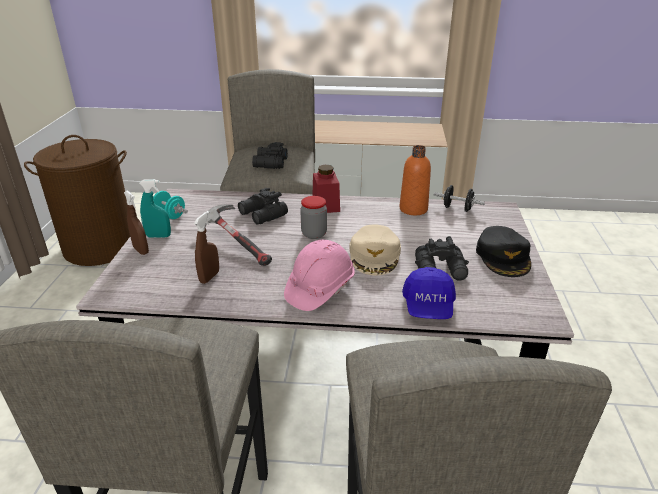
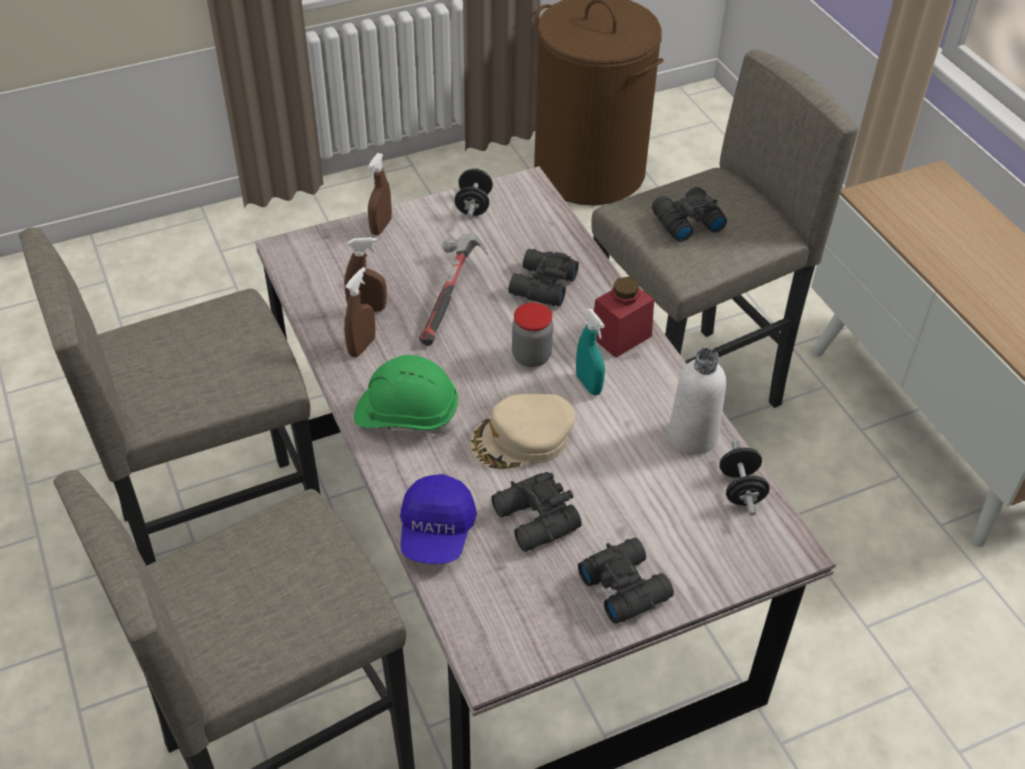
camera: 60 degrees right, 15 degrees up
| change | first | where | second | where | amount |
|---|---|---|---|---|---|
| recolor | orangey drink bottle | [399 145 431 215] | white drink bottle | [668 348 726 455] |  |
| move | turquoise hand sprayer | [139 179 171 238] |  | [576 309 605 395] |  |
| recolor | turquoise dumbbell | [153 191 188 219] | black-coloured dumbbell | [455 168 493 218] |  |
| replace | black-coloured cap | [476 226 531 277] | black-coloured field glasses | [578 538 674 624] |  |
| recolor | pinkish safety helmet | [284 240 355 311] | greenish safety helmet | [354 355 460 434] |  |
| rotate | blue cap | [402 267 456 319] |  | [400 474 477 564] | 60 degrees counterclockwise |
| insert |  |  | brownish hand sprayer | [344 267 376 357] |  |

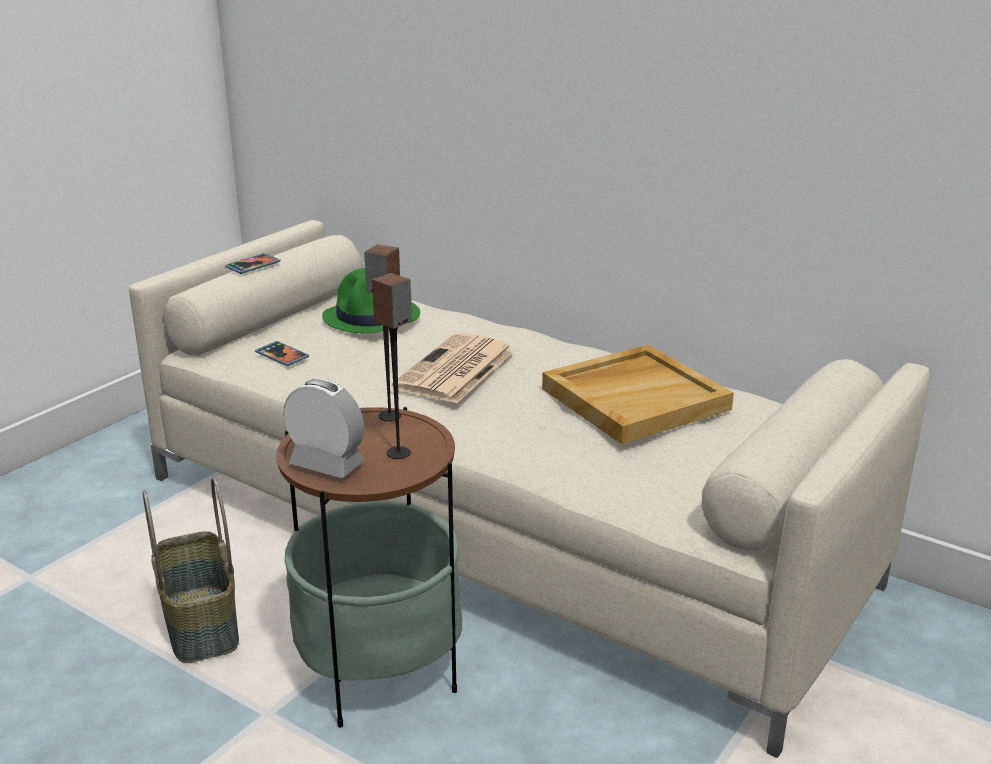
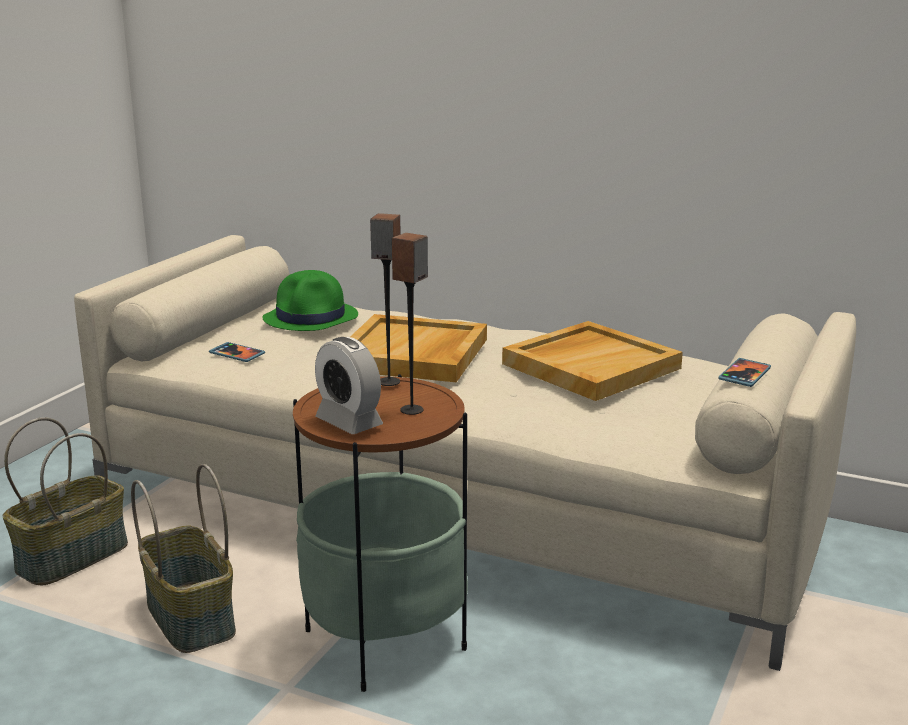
camera: 10 degrees left, 5 degrees down
| change | first | where | second | where | amount |
|---|---|---|---|---|---|
| move | telephone | [225 253 281 274] |  | [718 358 771 387] |  |
| replace | daily paper | [392 333 514 404] | sand-coloured serving tray | [350 314 487 382] |  |
| rotate | bedside clock | [284 379 364 478] |  | [315 337 383 434] | 150 degrees counterclockwise |
| insert |  |  | storage basket | [3 417 128 585] |  |

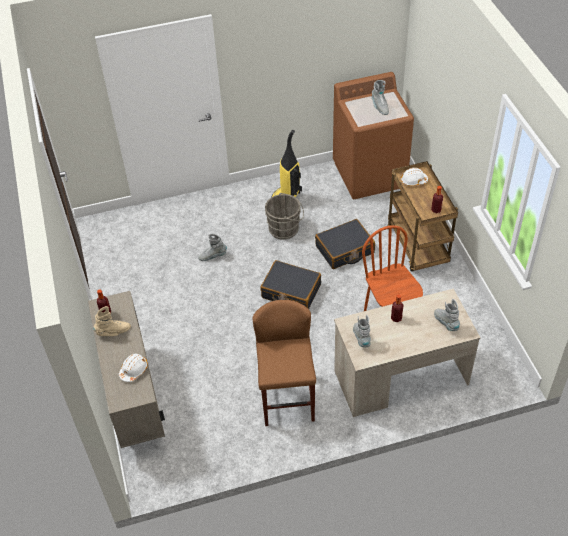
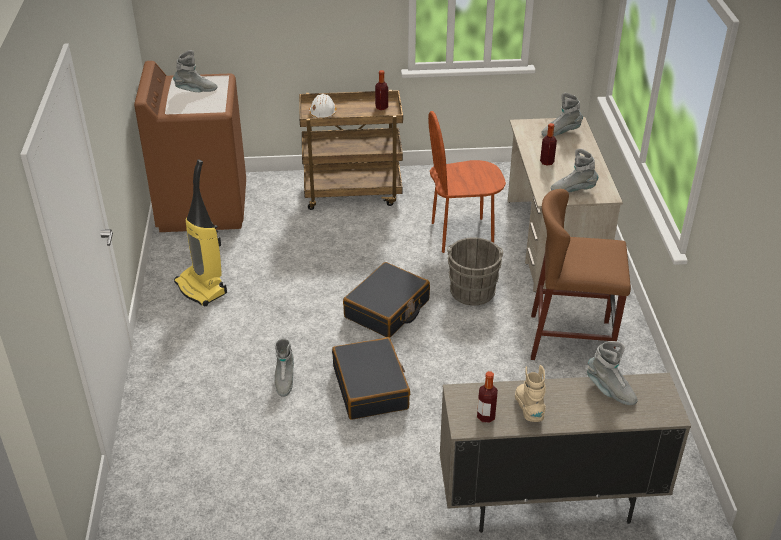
camera: 80 degrees left, 10 degrees down
| change | first | where | second | where | amount |
|---|---|---|---|---|---|
| move | greyish pail | [265 193 304 240] |  | [447 237 503 306] |  |
| move | black-coloured suitcase | [315 219 375 269] |  | [332 337 410 420] |  |
| replace | white safety helmet | [119 354 148 382] | greyish tall boot | [587 341 637 405] |  |

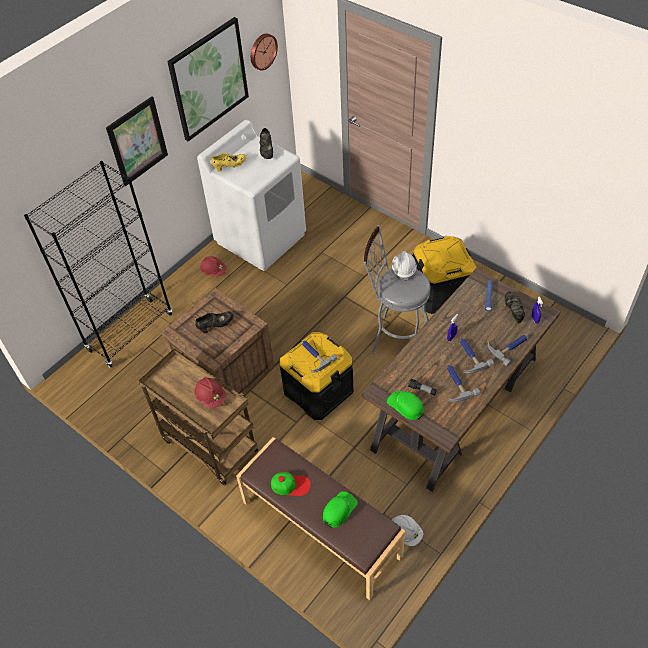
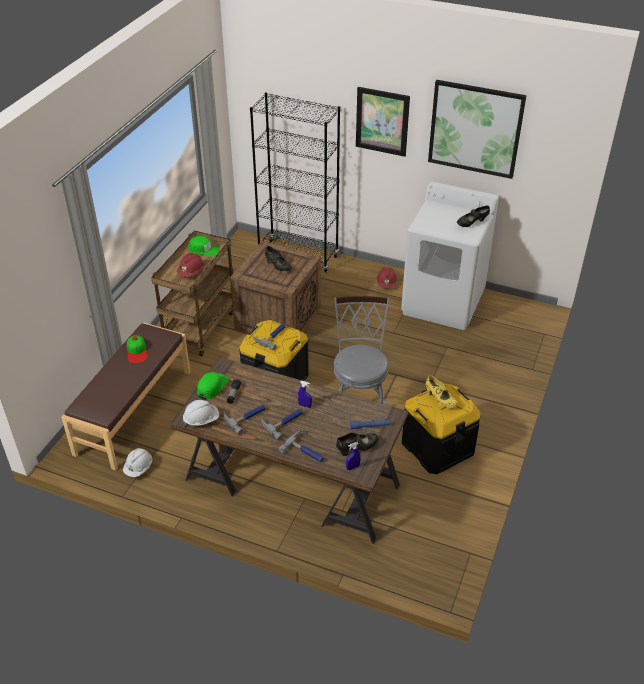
camera: 70 degrees right, 10 degrees down
| change | first | where | second | where | amount |
|---|---|---|---|---|---|
| delete | clock on the wall | [251 33 278 70] |  |  |  |
| move | yellowish item of footwear | [211 153 247 172] |  | [426 376 458 408] |  |
| move | white safety helmet | [392 251 417 281] |  | [183 400 219 426] |  |
| move | greenish cap | [323 491 358 528] |  | [188 236 220 257] |  |

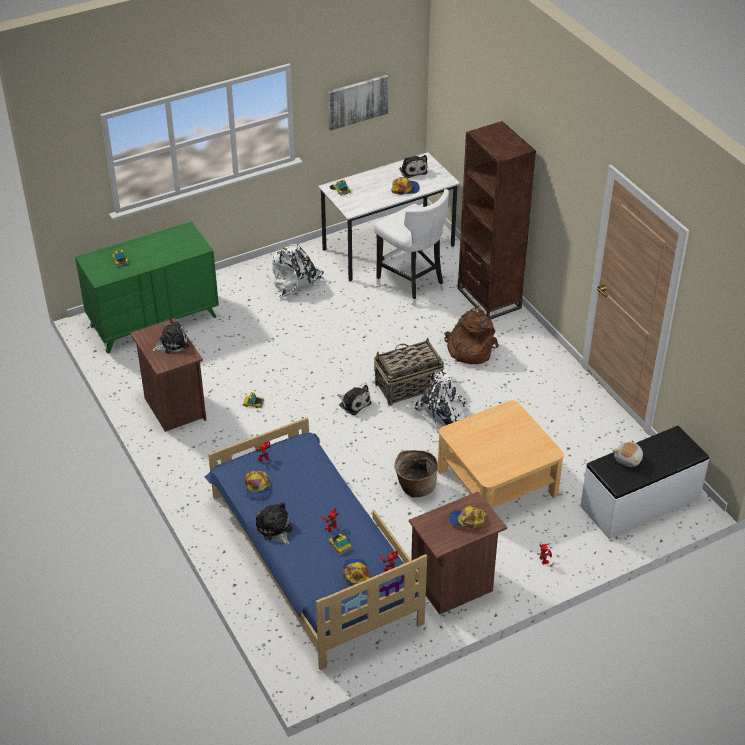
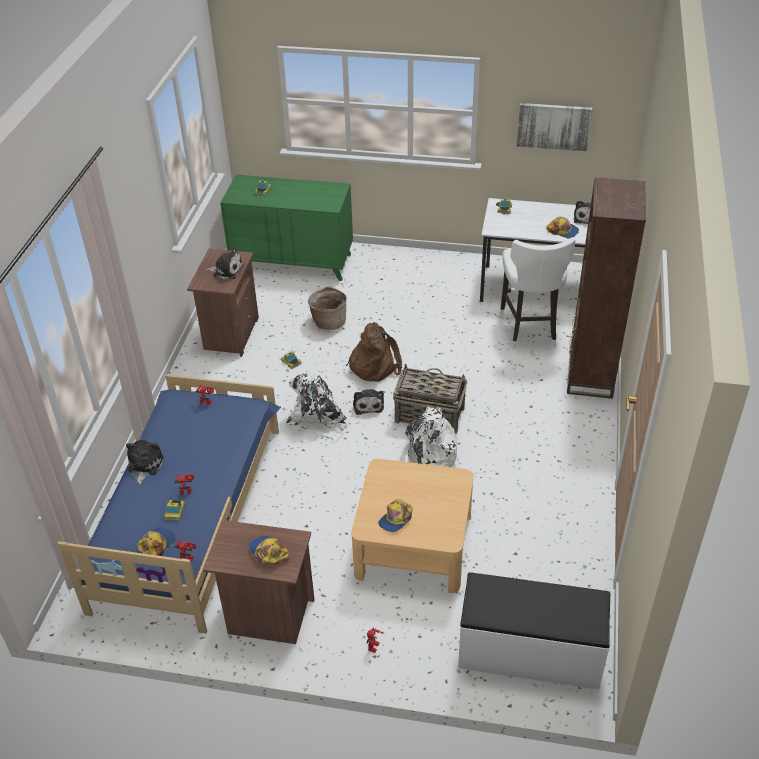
camera: 40 degrees right, 0 degrees up
| change | first | where | second | where | amount |
|---|---|---|---|---|---|
| move | white backpack | [272 244 327 298] |  | [286 373 347 442] |  |
| move | brownish backpack | [444 308 499 364] |  | [346 322 402 382] |  |
| delete | plush toy | [613 442 643 467] |  |  |  |
| move | storage basket | [394 450 438 498] |  | [308 286 347 330] |  |
| move | cap | [245 471 270 499] |  | [378 499 412 532] |  |

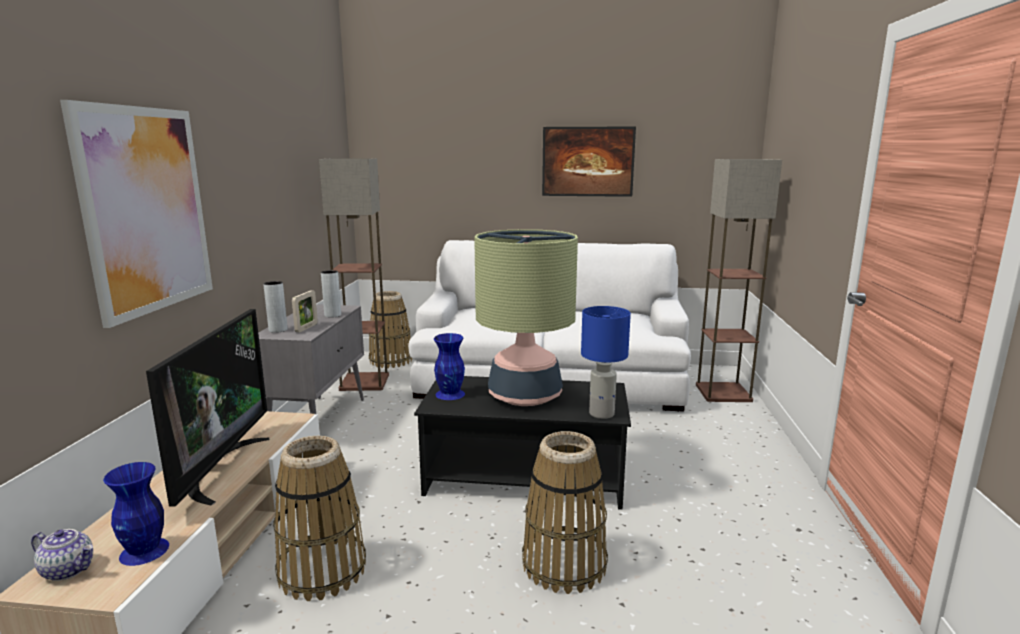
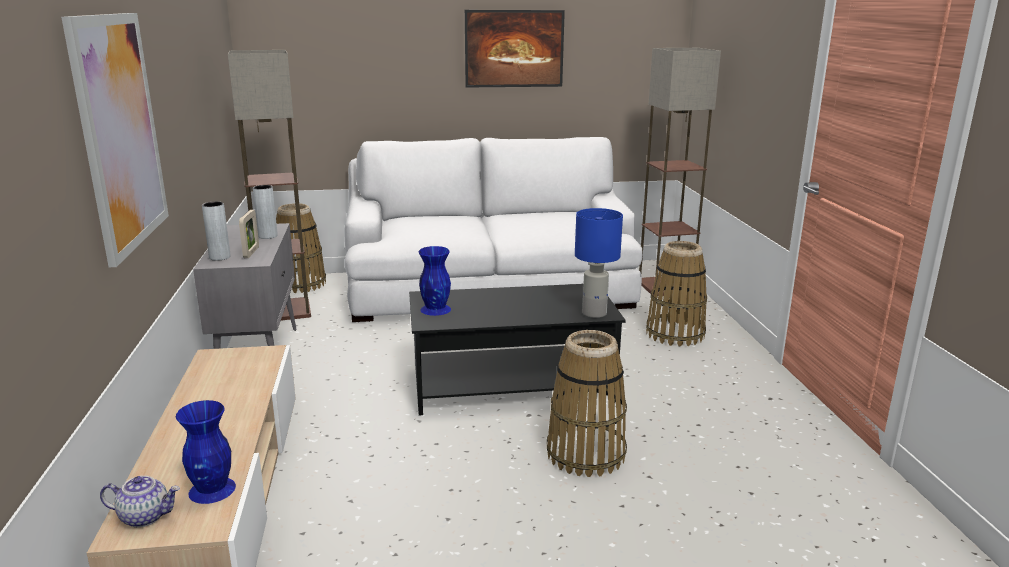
camera: 15 degrees left, 5 degrees up
| change | first | where | second | where | amount |
|---|---|---|---|---|---|
| delete | table lamp | [474 229 578 406] |  |  |  |
| delete | television | [146 309 270 506] |  |  |  |
| move | storage basket | [273 436 366 601] |  | [646 241 707 347] |  |

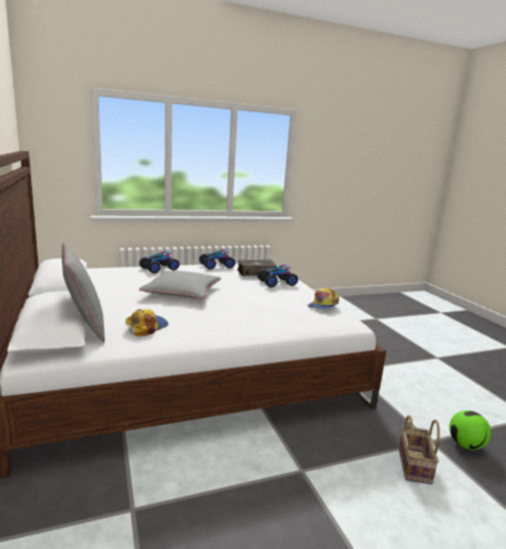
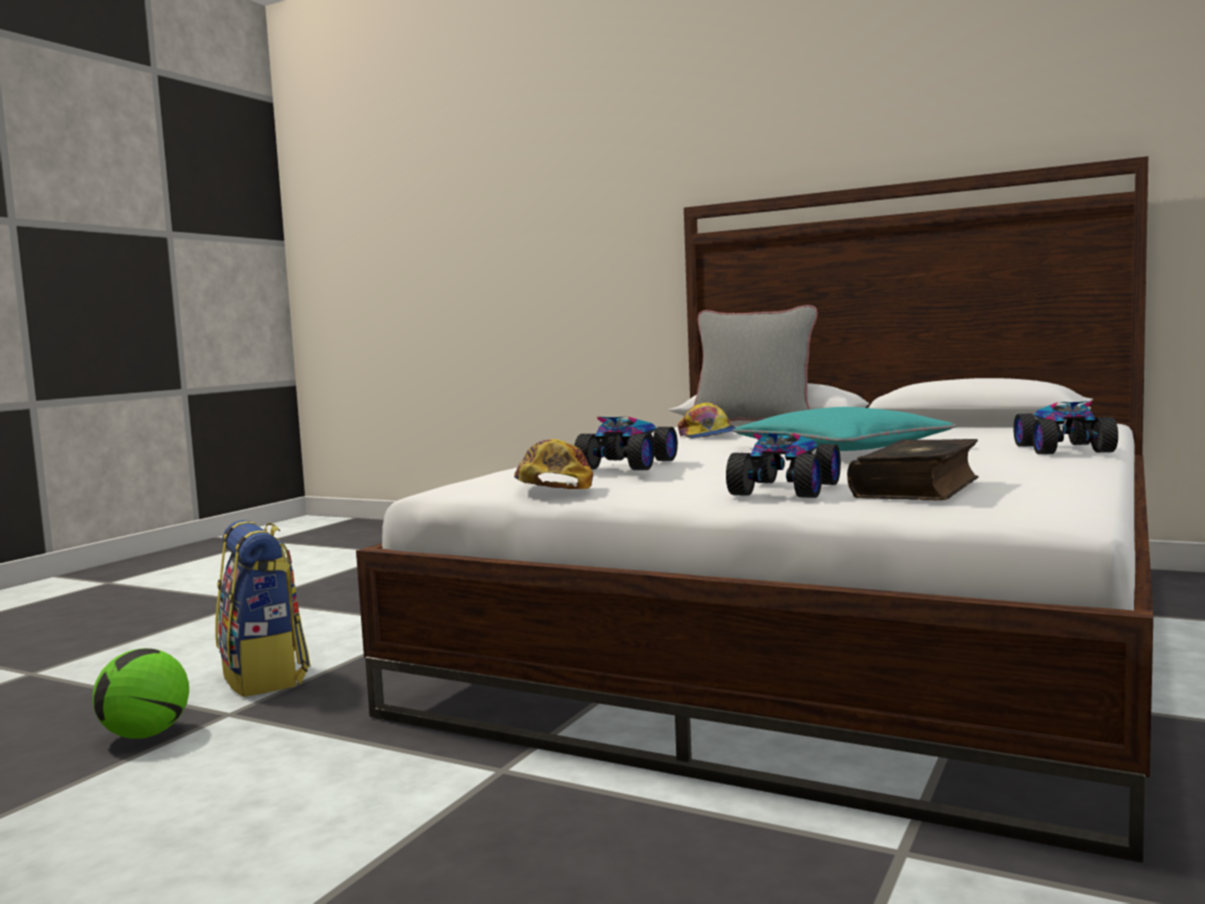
camera: 140 degrees right, 10 degrees down
| change | first | where | second | where | amount |
|---|---|---|---|---|---|
| move | miniature car | [199 250 235 270] |  | [574 416 678 470] |  |
| recolor | greyish pillow | [139 271 221 299] | turquoise pillow | [733 407 957 451] |  |
| replace | storage basket | [399 415 440 485] | backpack | [215 520 311 697] |  |

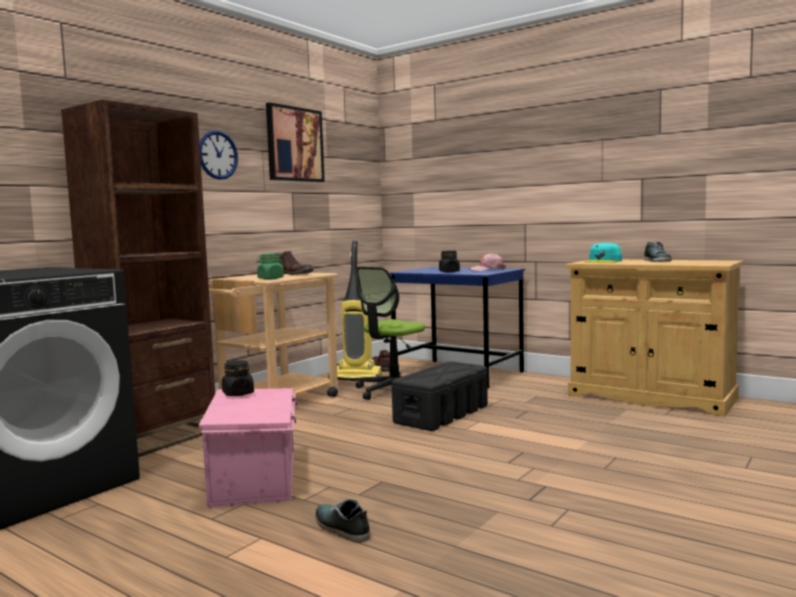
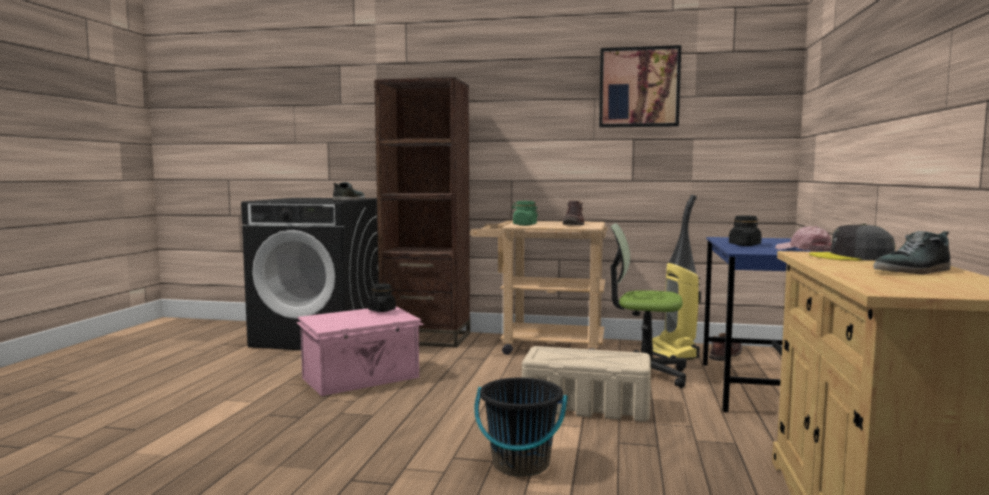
camera: 65 degrees right, 0 degrees up
| change | first | where | second | where | amount |
|---|---|---|---|---|---|
| delete | clock on the wall | [200 131 238 180] |  |  |  |
| recolor | turquoise cap | [584 242 622 263] | greyish cap | [809 223 895 261] |  |
| recolor | black-coloured storage box | [392 361 488 431] | sand-coloured storage box | [522 346 651 422] |  |
| move | item of footwear | [315 499 370 543] |  | [333 182 365 201] |  |
| insert |  |  | black-coloured pail | [474 378 568 476] |  |

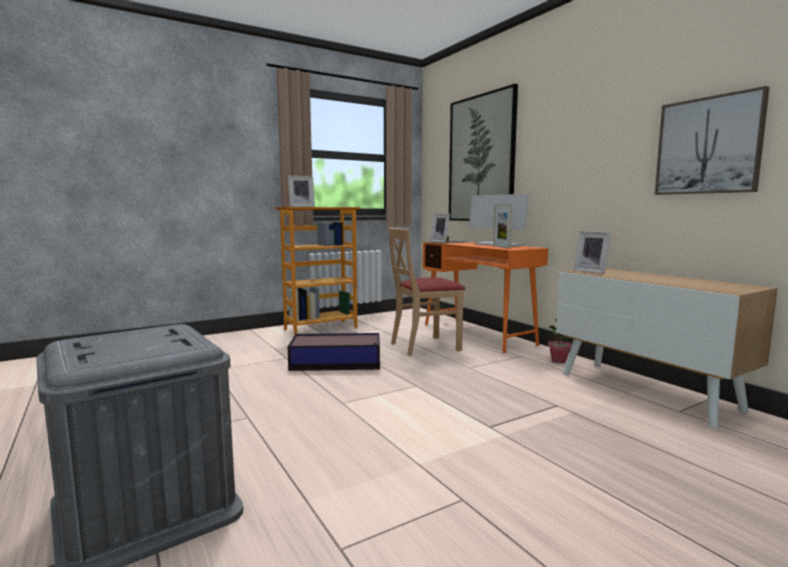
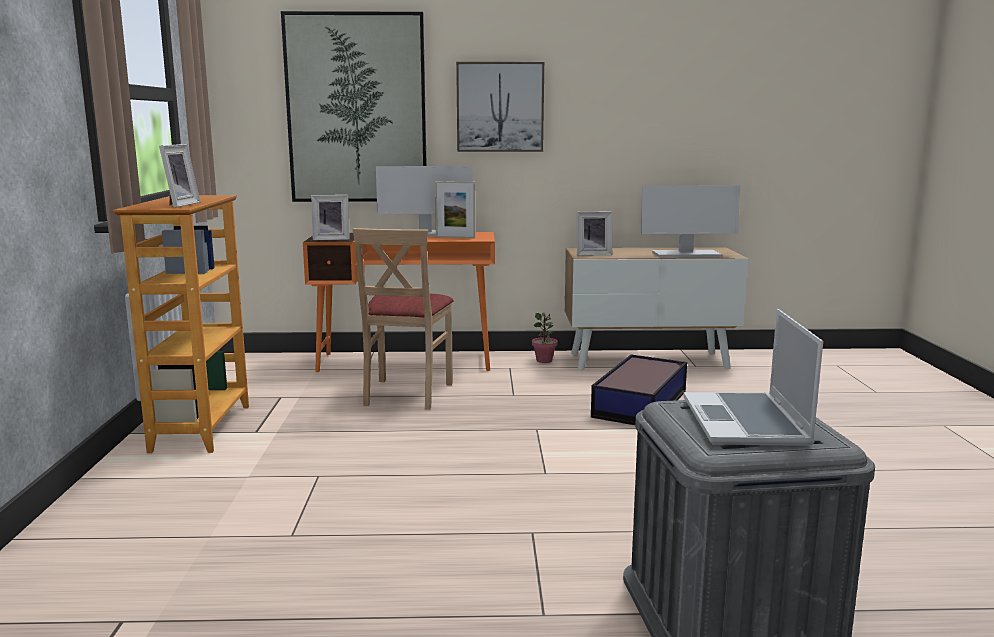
camera: 60 degrees left, 5 degrees up
| change | first | where | second | where | amount |
|---|---|---|---|---|---|
| move | wall picture | [655 86 770 195] |  | [456 62 544 152] |  |
| move | storage box | [288 333 380 371] |  | [591 354 687 425] |  |
| insert |  |  | computer screen | [641 185 740 258] |  |
| insert |  |  | notebook computer | [683 309 823 446] |  |

